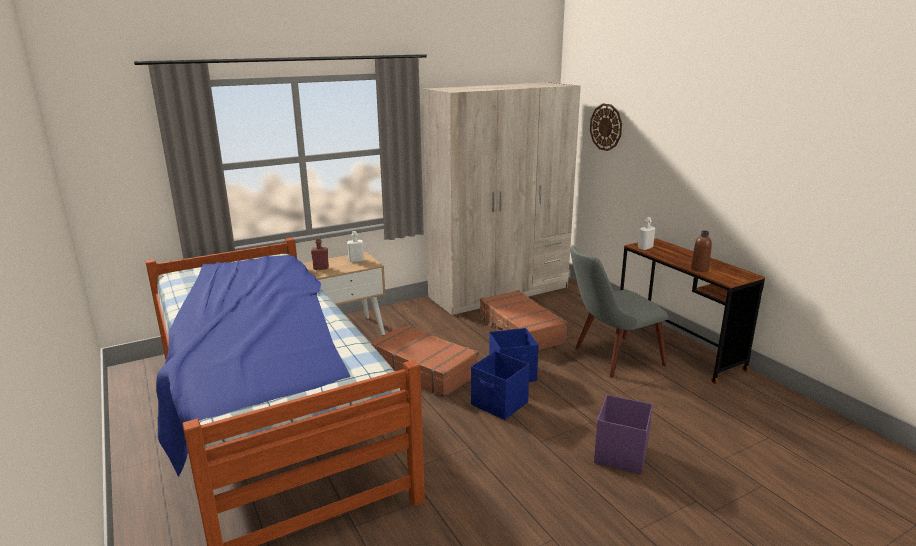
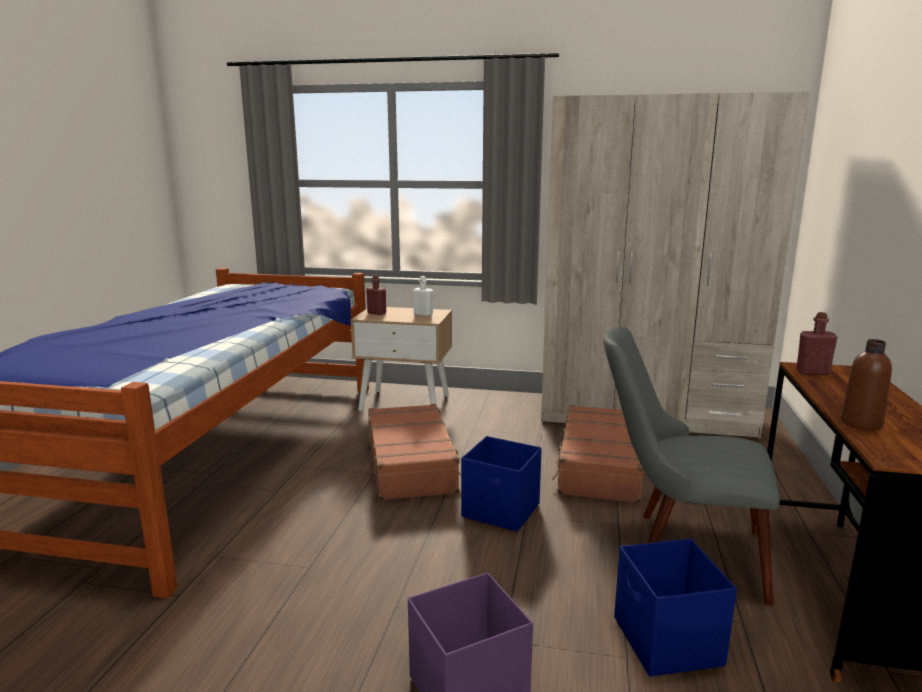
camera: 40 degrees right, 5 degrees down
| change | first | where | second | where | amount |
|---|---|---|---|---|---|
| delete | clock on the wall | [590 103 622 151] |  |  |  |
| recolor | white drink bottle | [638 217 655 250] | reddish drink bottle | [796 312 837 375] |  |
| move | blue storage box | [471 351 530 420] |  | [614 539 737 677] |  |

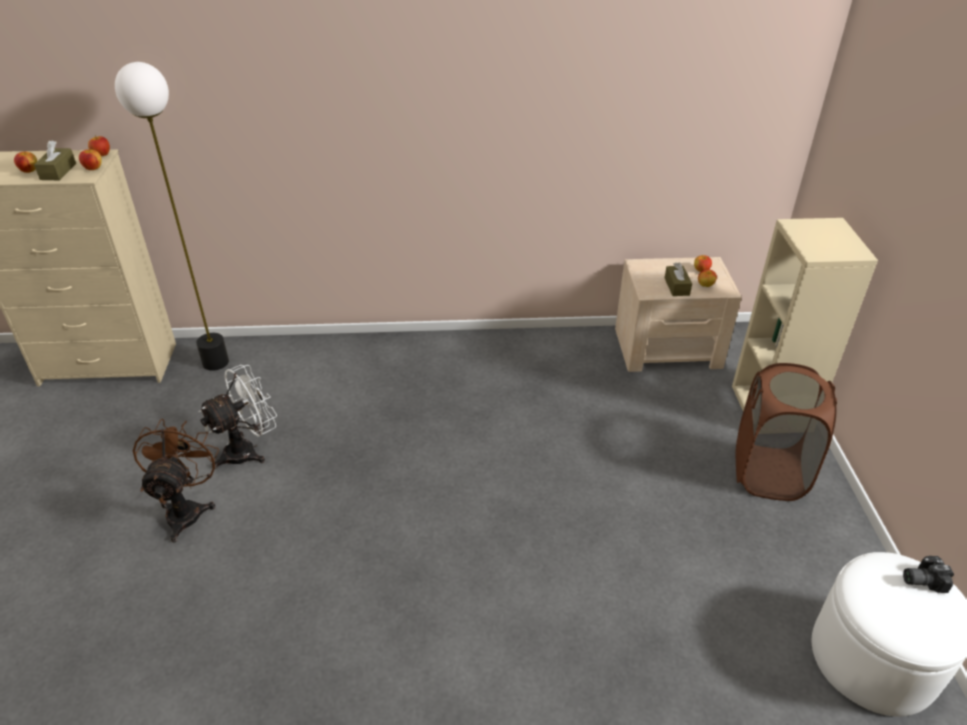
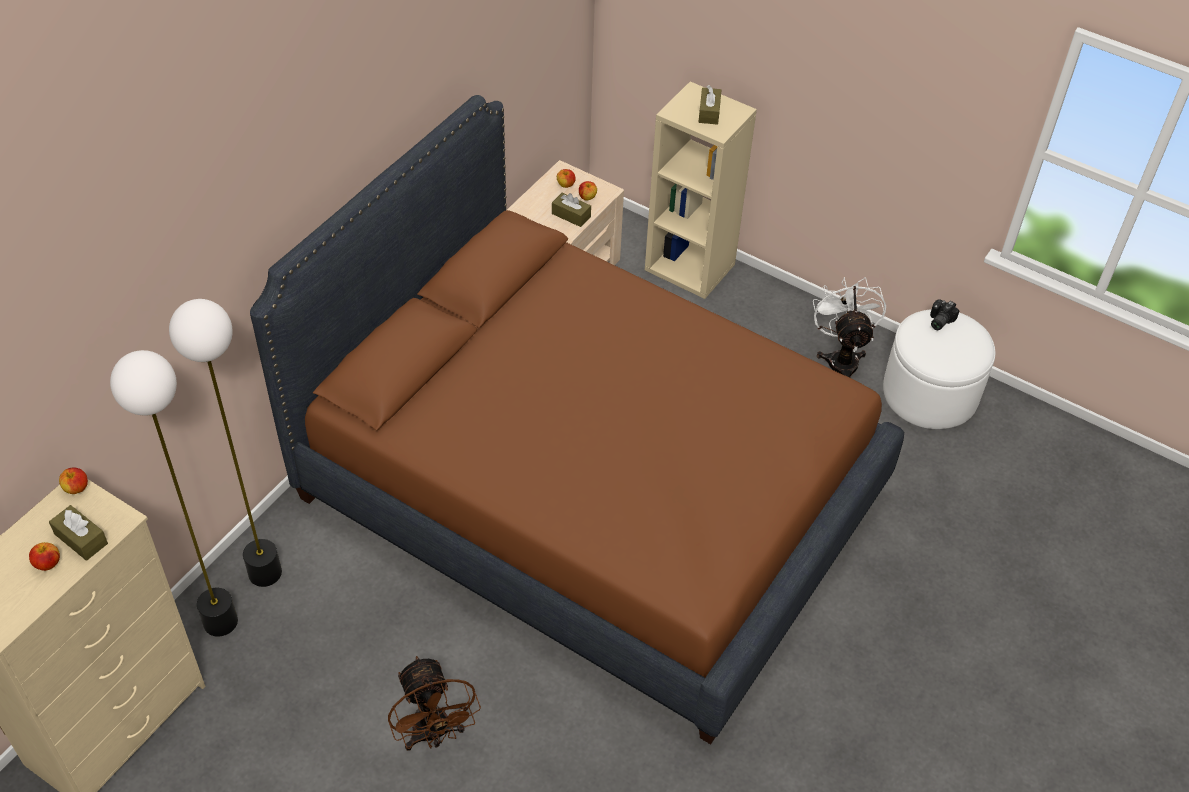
camera: 55 degrees left, 10 degrees up
| change | first | where | second | where | amount |
|---|---|---|---|---|---|
| delete | apple | [79 149 102 170] |  |  |  |
| delete | brownish laundry basket | [735 363 837 501] |  |  |  |
| move | white electric fan | [199 365 277 469] |  | [813 277 886 377] |  |
| rotate | brownish electric fan | [133 419 219 543] |  | [388 656 481 751] | 150 degrees counterclockwise |
| insert |  |  | brownish tissue holder | [698 85 721 125] |  |
| insert |  |  | brownish sleeping bed | [250 95 904 744] |  |
| insert |  |  | standard lamp | [169 299 282 587] |  |

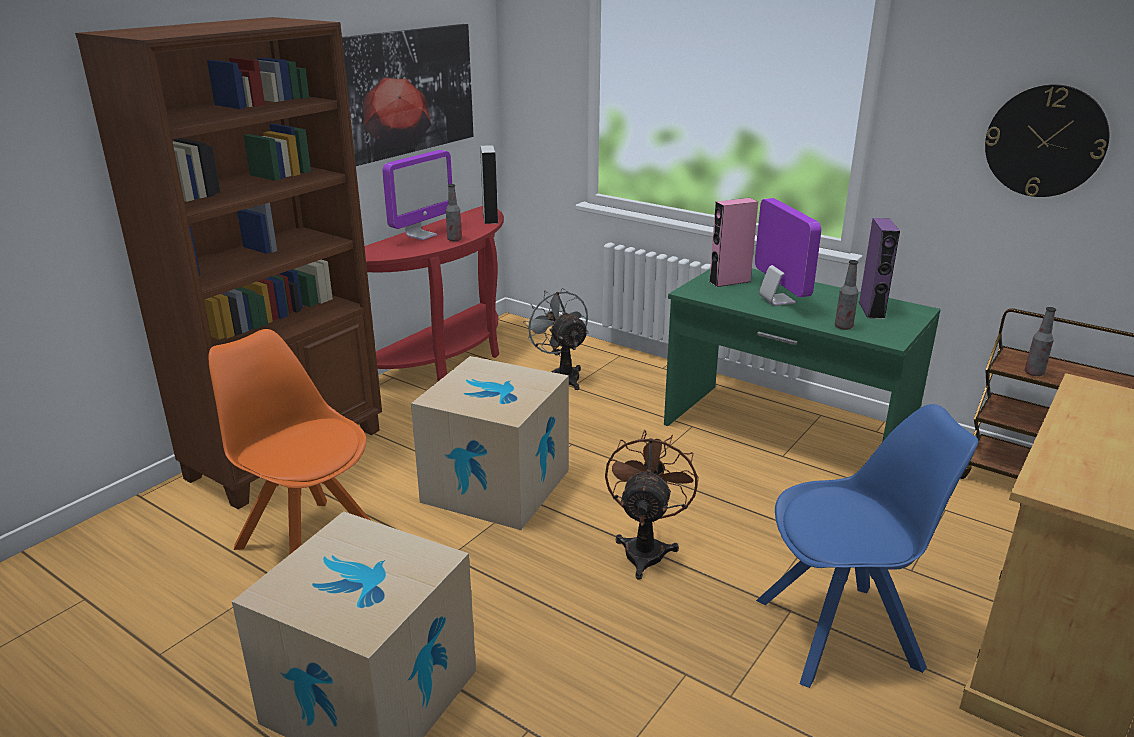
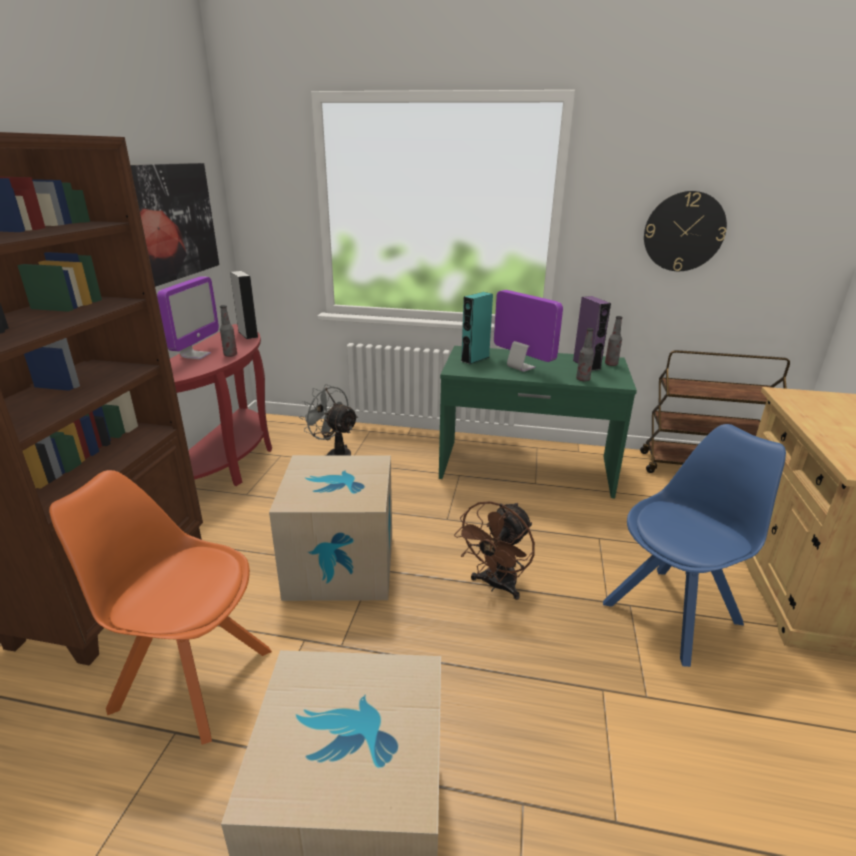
camera: 25 degrees left, 0 degrees up
| change | first | where | second | where | amount |
|---|---|---|---|---|---|
| recolor | pinkish audio speaker | [709 198 758 287] | turquoise audio speaker | [461 292 493 364] |  |
| move | drink bottle | [1025 307 1056 376] |  | [605 316 622 366] |  |
| rotate | brownish electric fan | [605 430 699 579] |  | [454 501 535 600] | 135 degrees counterclockwise |

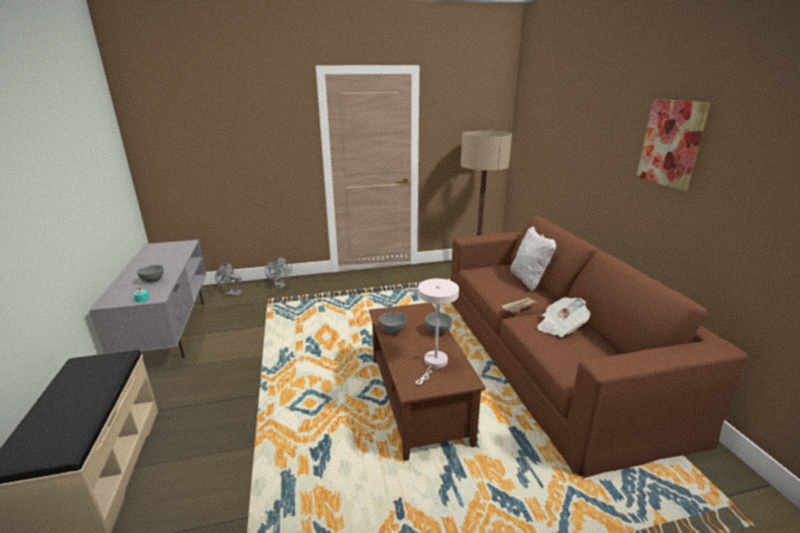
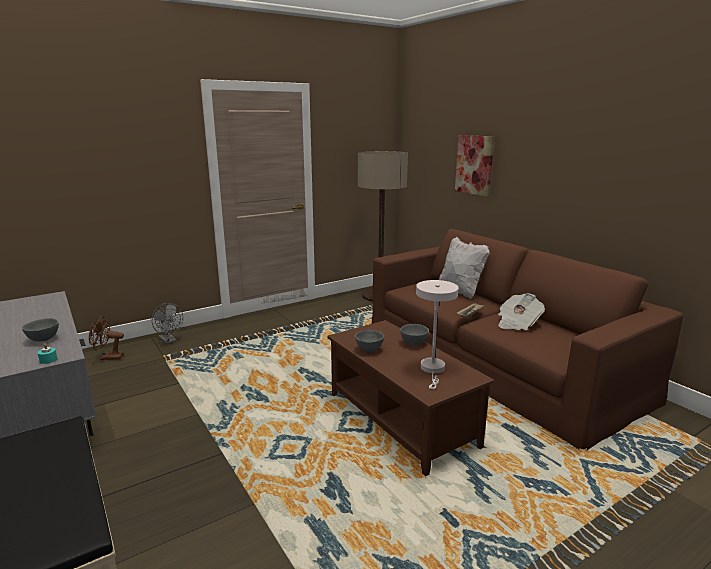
camera: 20 degrees left, 5 degrees down
| change | first | where | second | where | amount |
|---|---|---|---|---|---|
| move | wall picture | [636 99 711 191] |  | [455 135 495 197] |  |
| recolor | greyish electric fan | [215 261 243 297] | brownish electric fan | [89 316 124 360] |  |

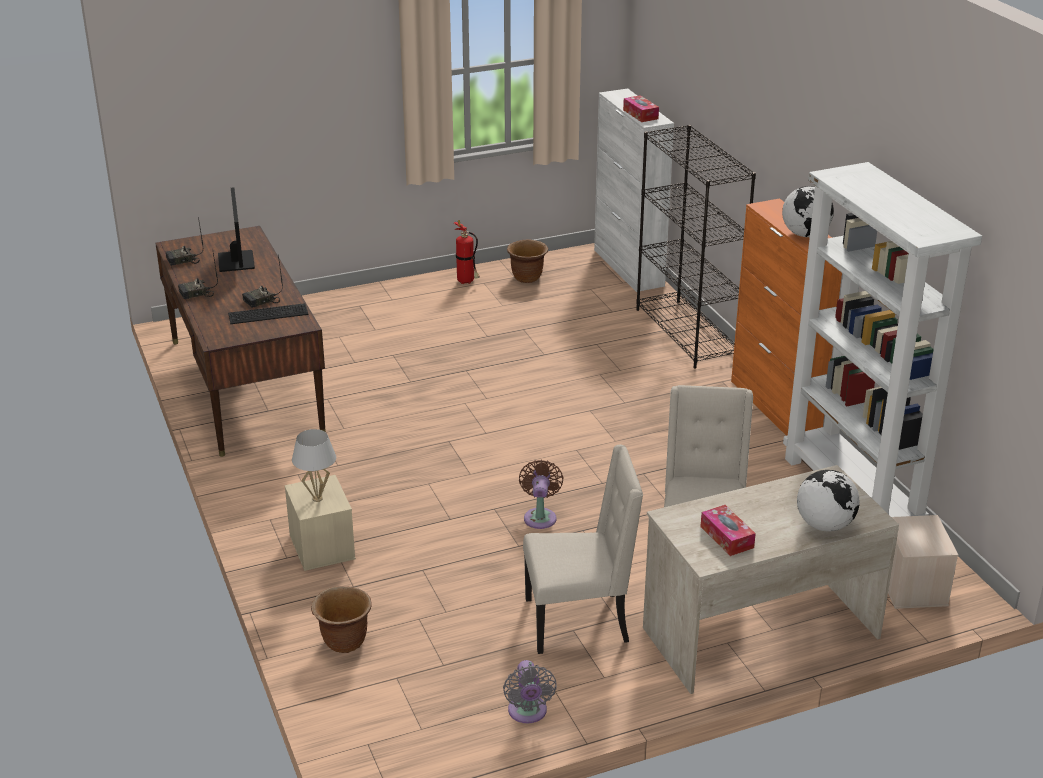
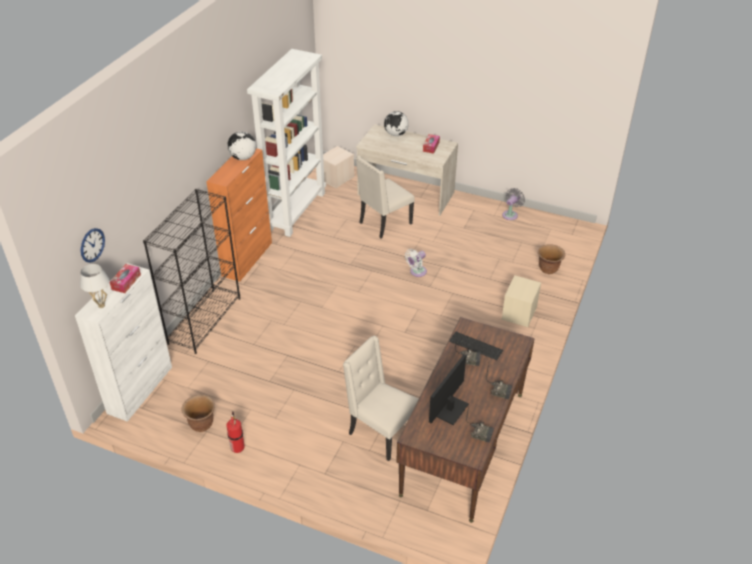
camera: 135 degrees left, 10 degrees up
| change | first | where | second | where | amount |
|---|---|---|---|---|---|
| move | white table lamp | [292 429 336 502] |  | [80 264 109 308] |  |
| move | sand-coloured chair | [523 445 643 654] |  | [343 336 419 461] |  |
| recolor | brownish electric fan | [519 460 564 529] | white electric fan | [405 249 427 277] |  |
| insert |  |  | clock on the wall | [81 228 105 263] |  |

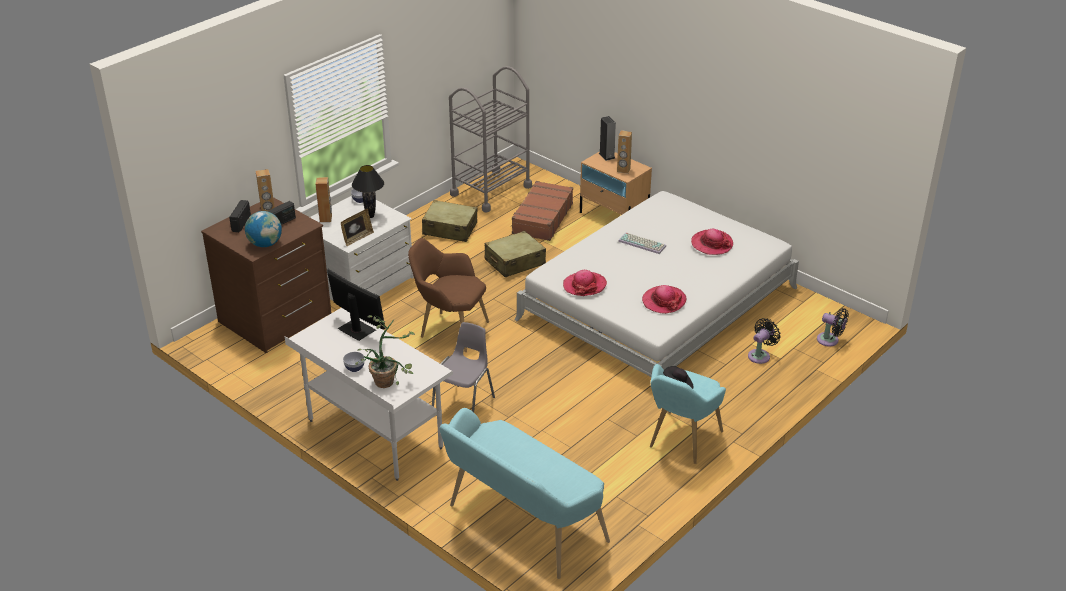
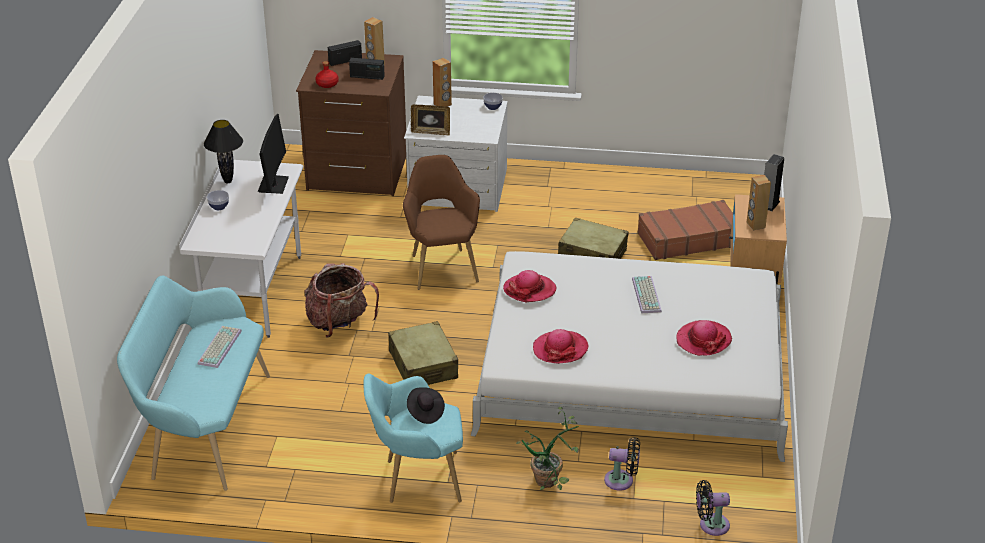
camera: 55 degrees right, 0 degrees up
| change | first | where | second | where | amount |
|---|---|---|---|---|---|
| delete | greyish cart | [449 66 532 213] |  |  |  |
| move | black-coloured table lamp | [352 165 384 218] |  | [204 120 243 183] |  |
| move | sand-coloured suitcase | [422 200 478 242] |  | [388 321 458 385] |  |
| replace | desk globe | [245 211 282 247] | reddish drink bottle | [315 61 339 88] |  |
| rotate | black-coloured electric fan | [817 308 849 347] |  | [696 480 730 536] | 90 degrees clockwise |
| move | potted plant | [355 315 415 388] |  | [516 407 579 490] |  |
| replace | greyish chair | [432 322 495 412] | backpack | [304 263 379 338] |  |
| insert |  |  | PC keyboard | [198 326 242 368] |  |

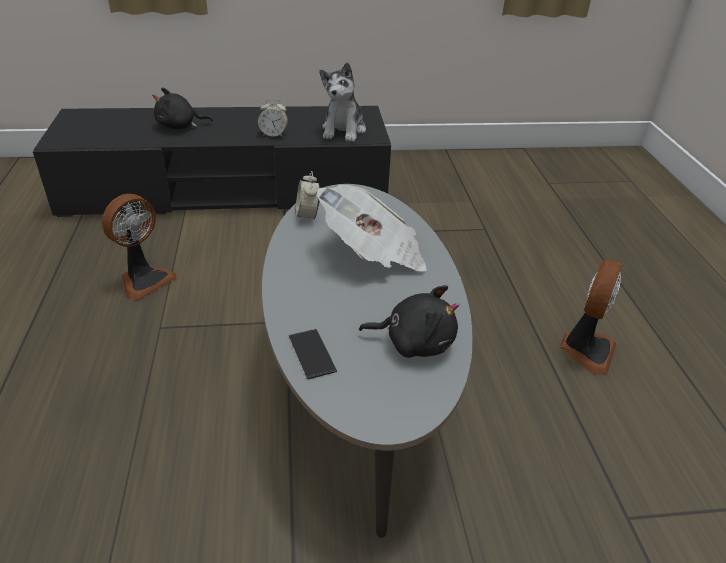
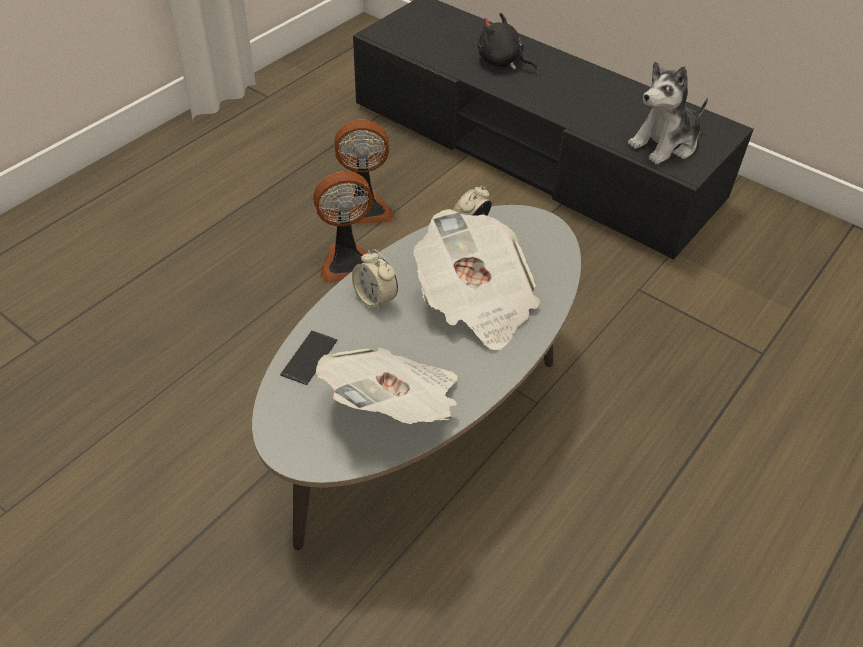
camera: 45 degrees right, 10 degrees up
| change | first | where | second | where | amount |
|---|---|---|---|---|---|
| move | bedside clock | [258 98 288 137] |  | [352 249 398 312] |  |
| move | electric fan | [560 260 622 375] |  | [313 171 373 283] |  |
| replace | black-coloured plush toy | [359 285 459 358] | daily paper | [316 348 458 424] |  |

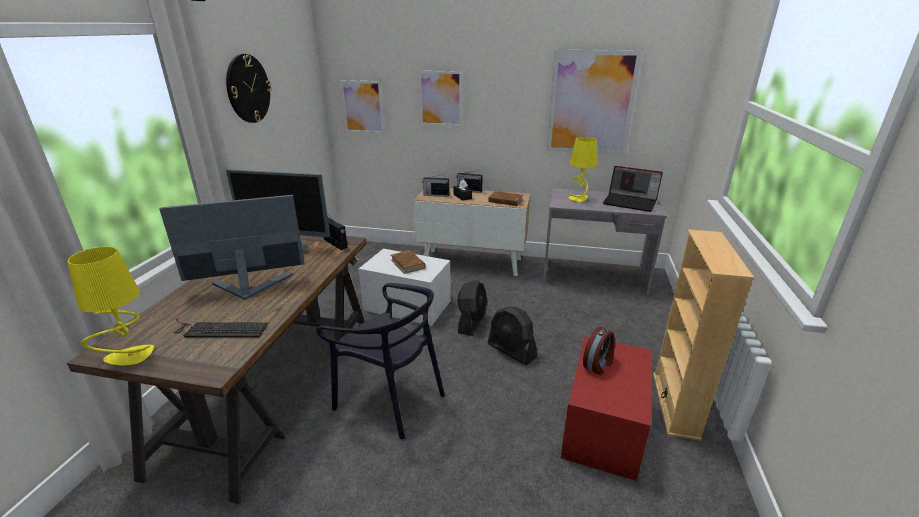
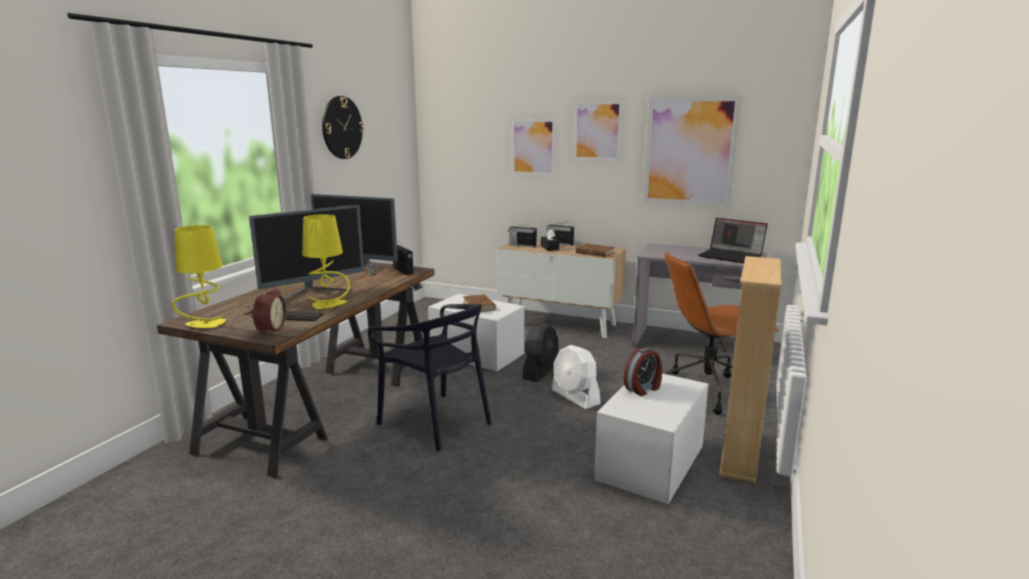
camera: 10 degrees right, 10 degrees down
| change | first | where | second | where | amount |
|---|---|---|---|---|---|
| move | wall picture | [340 80 384 134] |  | [574 102 622 161] |  |
| move | yellowish table lamp | [569 137 597 202] |  | [302 214 350 309] |  |
| rotate | computer screen | [159 195 305 300] |  | [249 205 364 300] | 150 degrees clockwise |
| recolor | black-coloured electric fan | [488 307 537 365] | white electric fan | [552 345 601 409] |  |
| recolor | reddish storage box | [561 336 652 481] | white storage box | [594 373 709 504] |  |
| insert |  |  | brownish desk chair | [664 252 779 415] |  |
| insert |  |  | bedside clock | [252 287 286 335] |  |

